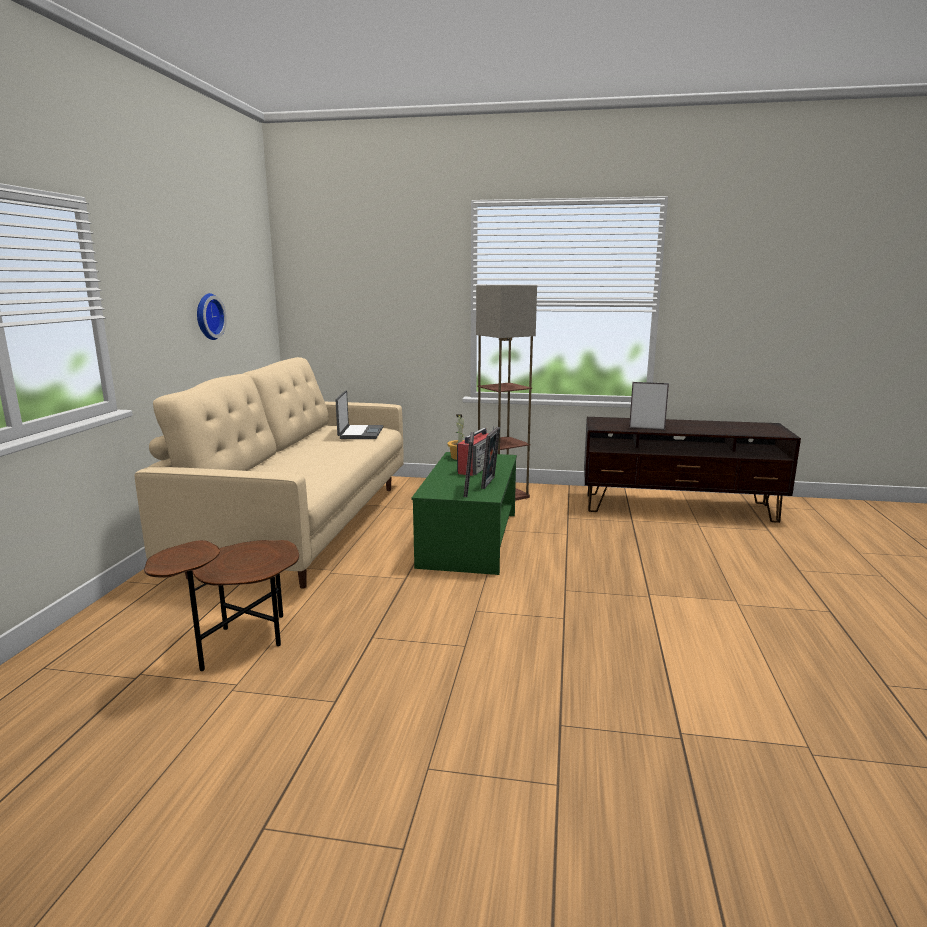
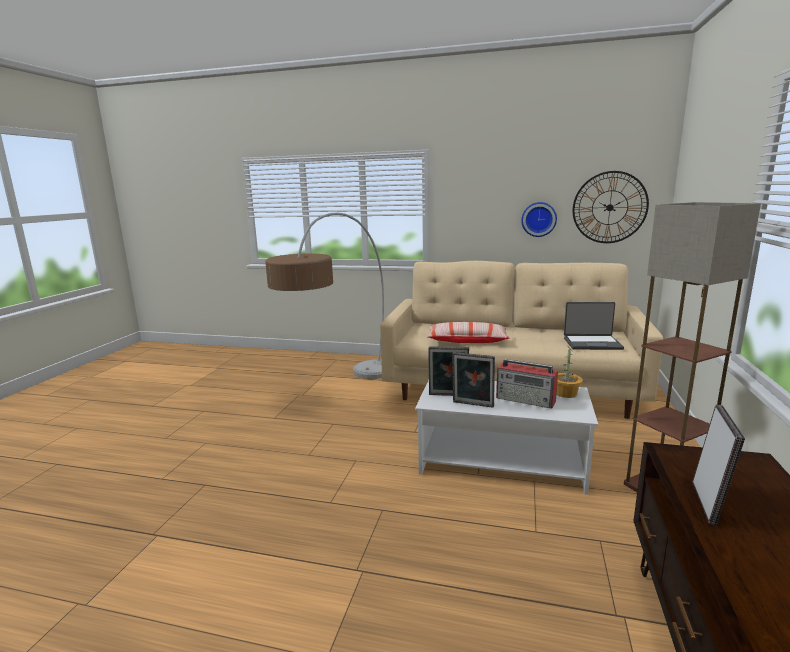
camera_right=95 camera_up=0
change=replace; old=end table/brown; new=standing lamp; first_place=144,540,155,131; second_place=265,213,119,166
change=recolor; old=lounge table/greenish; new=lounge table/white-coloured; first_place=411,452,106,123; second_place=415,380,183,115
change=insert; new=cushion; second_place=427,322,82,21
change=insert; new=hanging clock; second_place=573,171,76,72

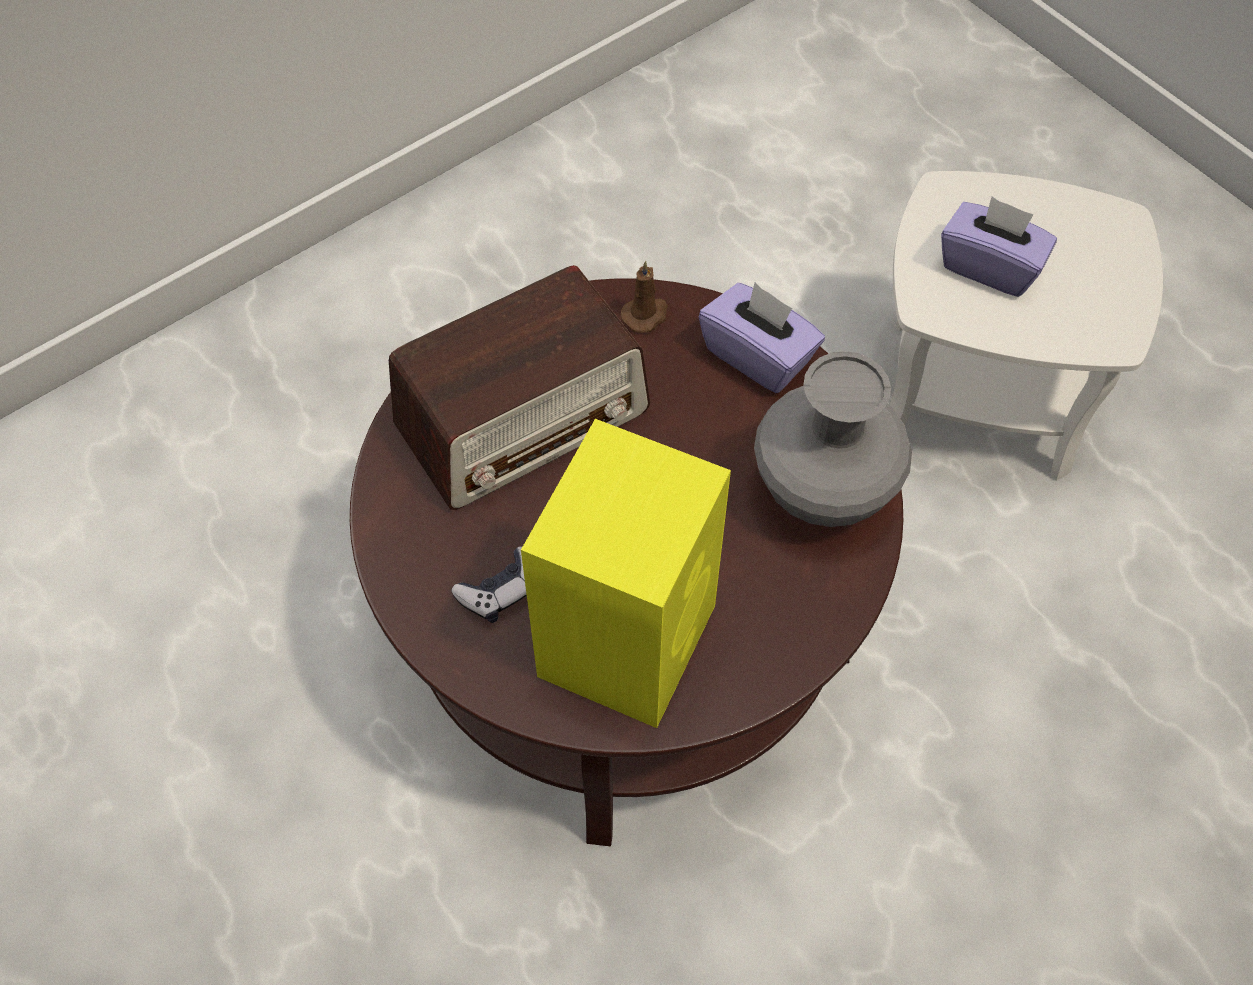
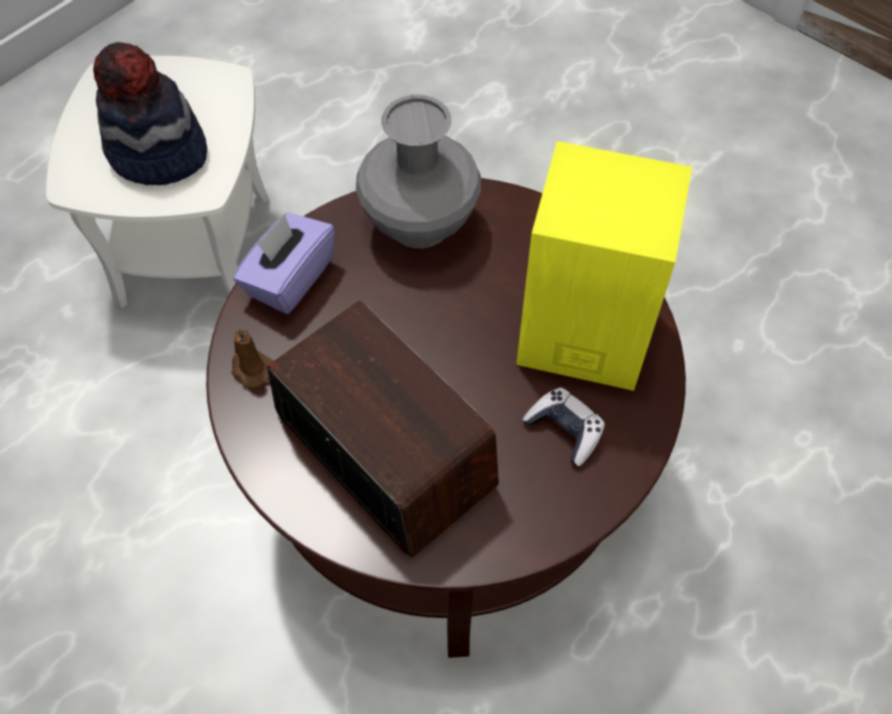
camera_right=-100 camera_up=0
change=replace; old=tissue holder/purple; new=clothing hat; first_place=941,196,116,101; second_place=93,42,114,143

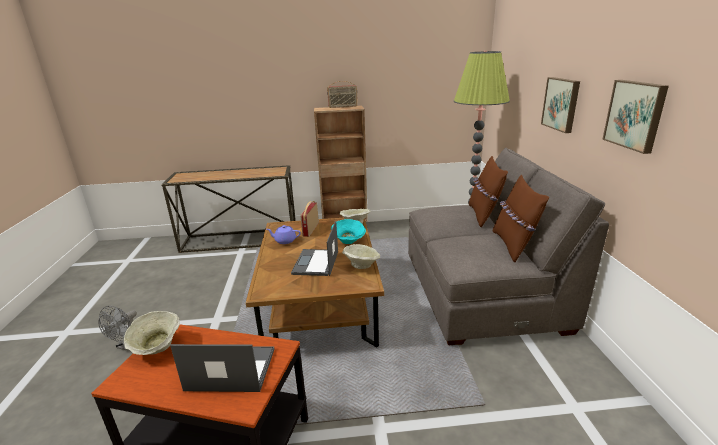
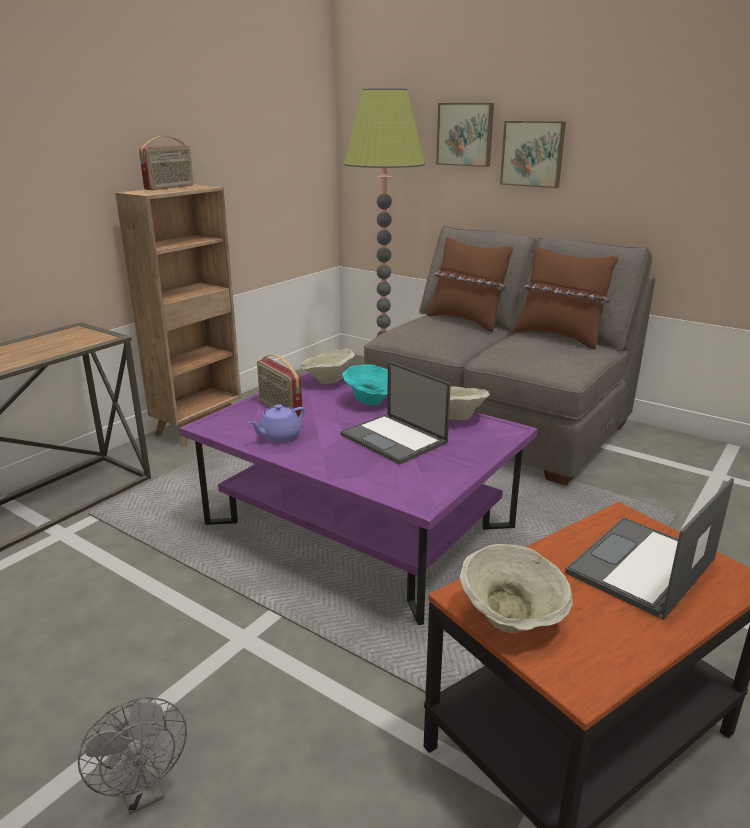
camera_right=-50 camera_up=0
change=recolor; old=lounge table/brown; new=lounge table/purple; first_place=246,218,138,129; second_place=179,372,359,253
change=move; old=wall art; first_place=602,80,67,74; second_place=436,103,58,64

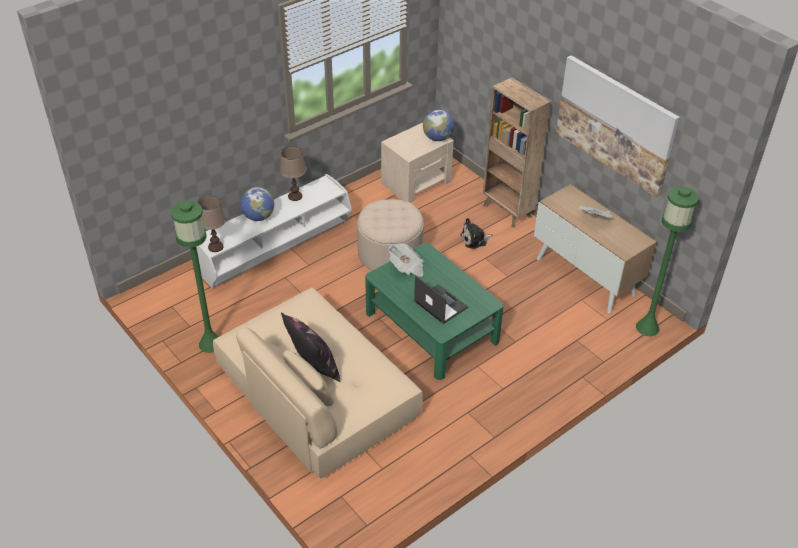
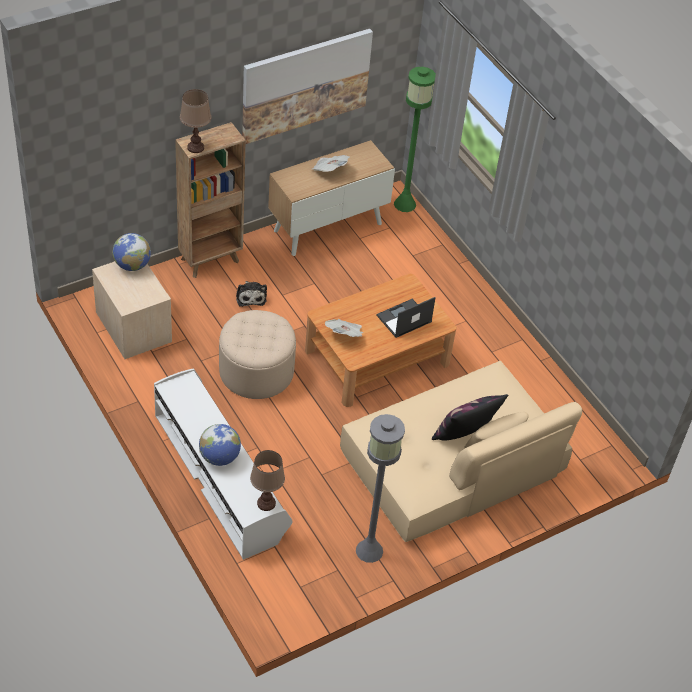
camera_right=-85 camera_up=5
change=recolor; old=standing lamp/greenish; new=standing lamp/gray; first_place=171,201,48,152; second_place=356,414,49,149
change=move; old=table lamp/brown; first_place=280,146,26,55; second_place=180,89,31,64
change=recolor; old=lounge table/greenish; new=lounge table/brown; first_place=365,243,139,137; second_place=305,274,152,133

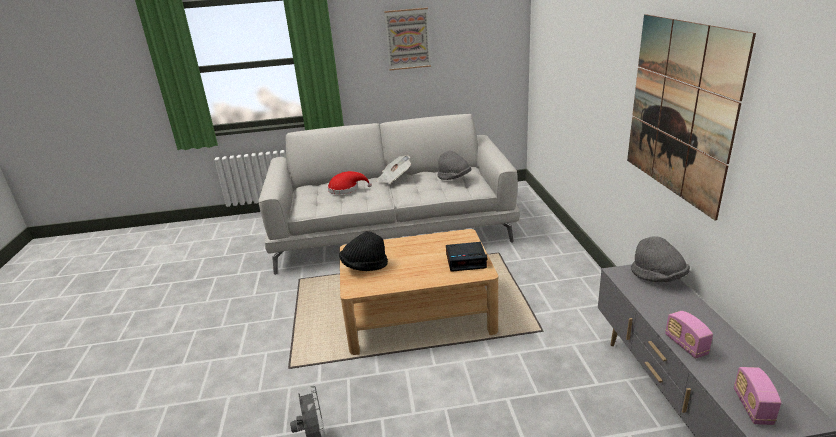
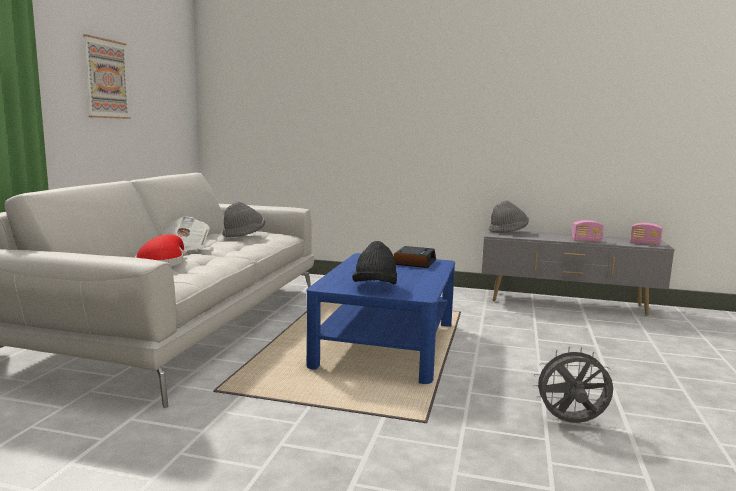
camera_right=-70 camera_up=-15
change=recolor; old=lounge table/sand-coloured; new=lounge table/bluish; first_place=340,229,158,126; second_place=307,253,148,131
change=delete; old=wall art; first_place=627,14,129,207

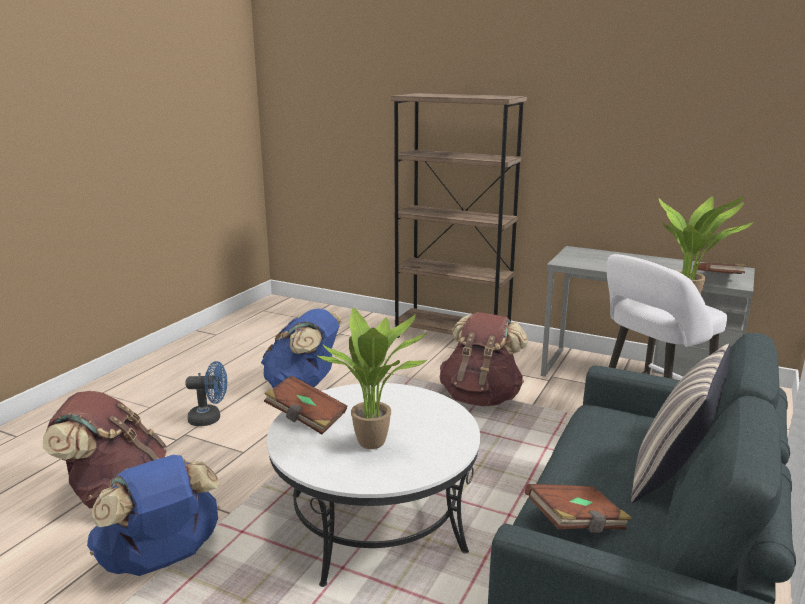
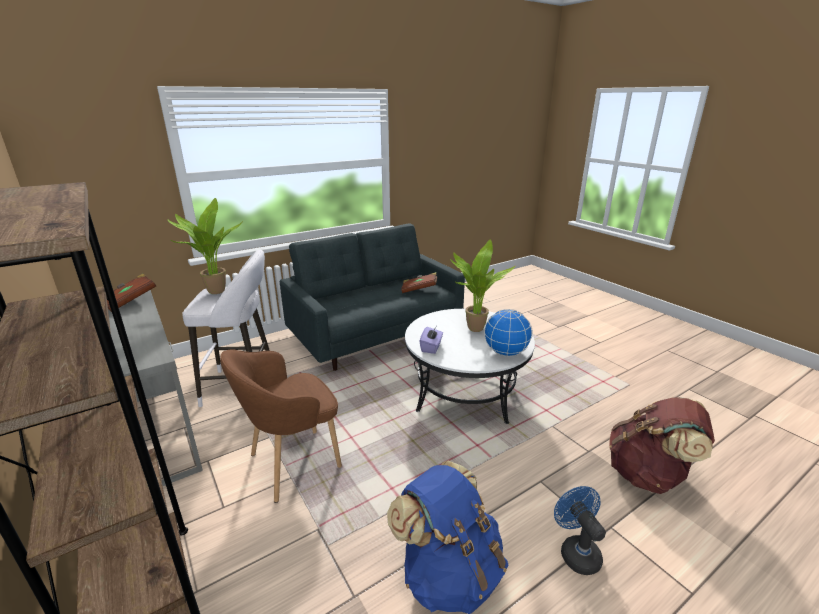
camera_right=-150 camera_up=5
change=delete; old=knapsack/bluish; first_place=87,455,133,121
change=rotate; old=cooling fan/bluish; first_place=185,361,42,65; second_place=554,486,52,89; degrees=45
change=replace; old=book/brown; new=world globe; first_place=264,375,83,59; second_place=484,309,49,47
change=replace; old=knapsack/brown; new=lounge chair/brown; first_place=440,312,88,94; second_place=220,350,122,153
change=delete; old=cushion; first_place=631,343,100,160
change=insert; new=tissue holder/purple; second_place=420,327,23,27

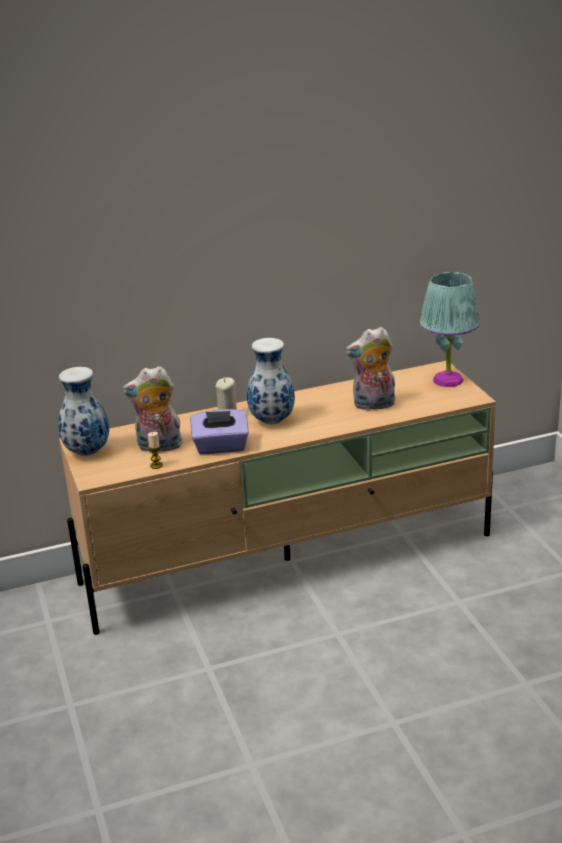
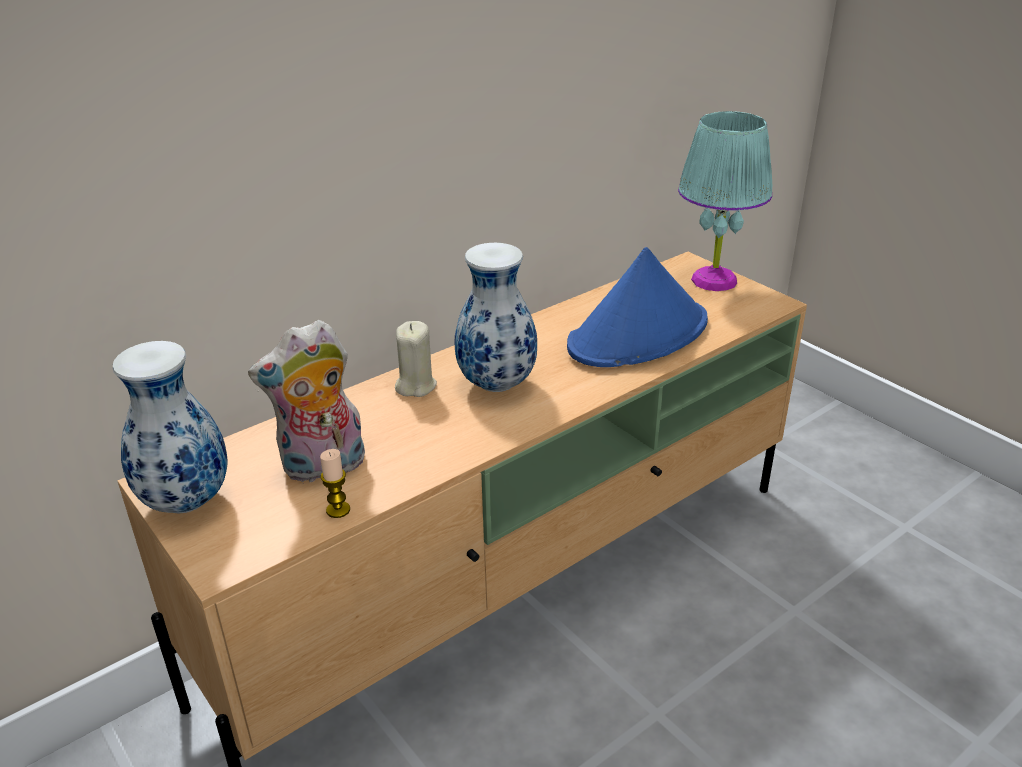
camera_right=-20 camera_up=5
change=delete; old=tissue holder/purple; first_place=190,409,59,45
change=replace; old=cuddly toy; new=clothing hat/bluish; first_place=345,327,50,84; second_place=567,247,141,120

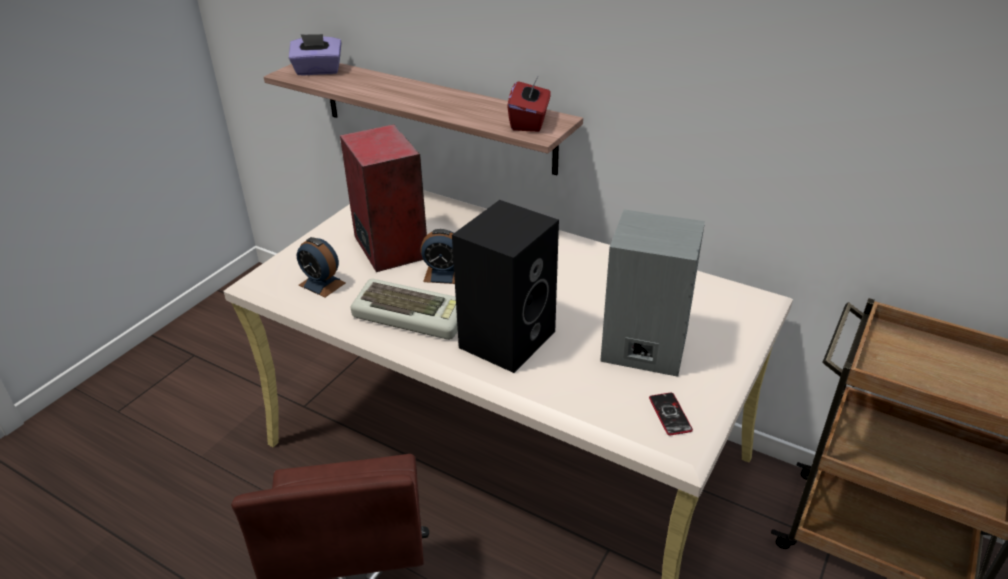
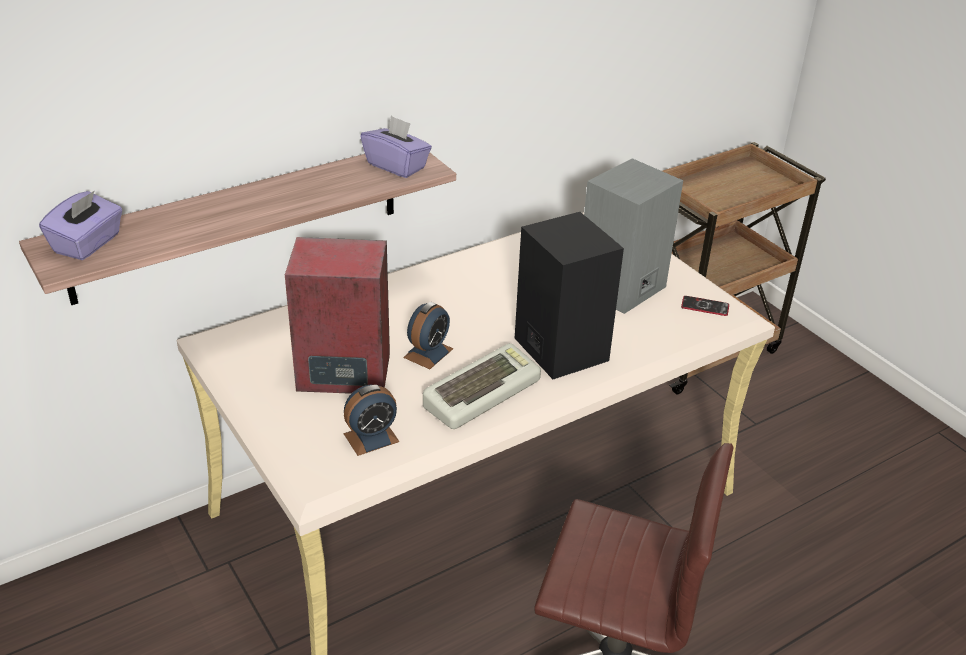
camera_right=-65 camera_up=0
change=recolor; old=tissue holder/reddish; new=tissue holder/purple; first_place=507,75,44,57; second_place=360,115,72,63

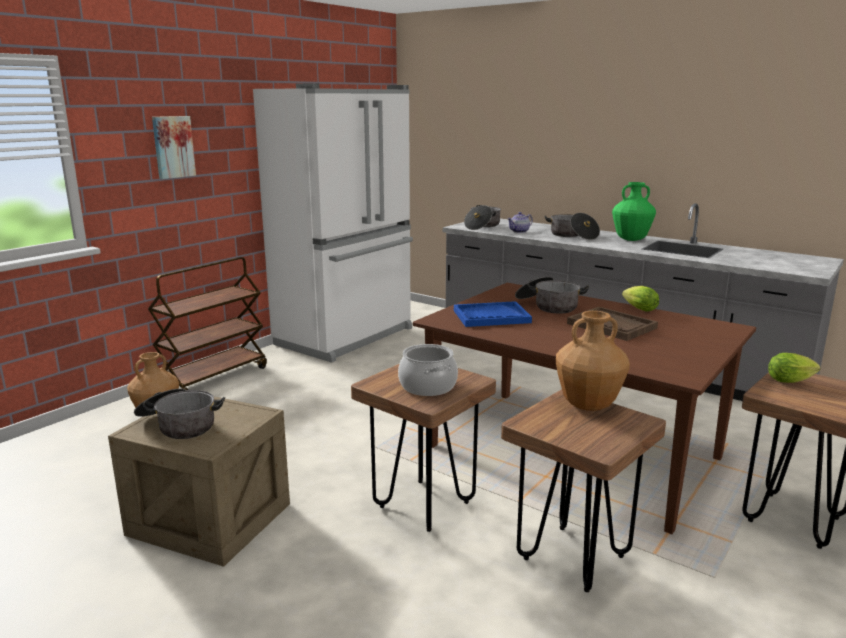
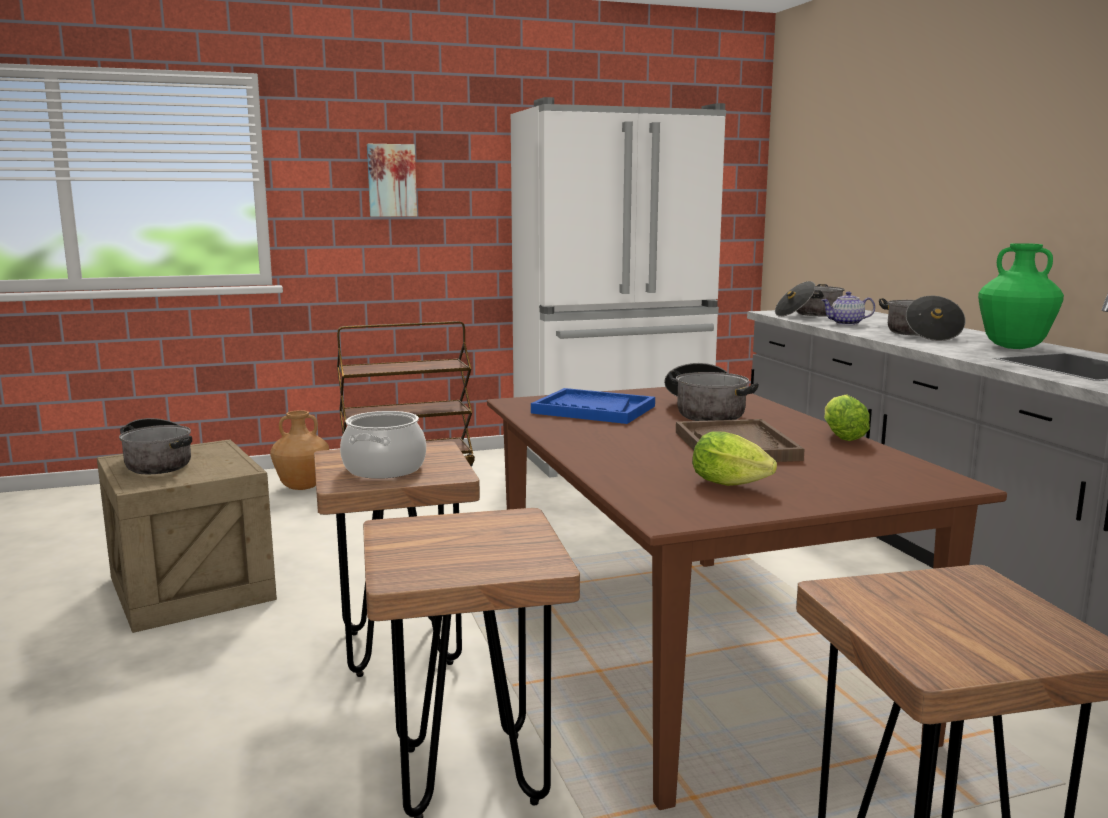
camera_right=35 camera_up=-5
change=delete; old=vase/brown; first_place=556,311,74,100
change=move; old=lettuce; first_place=768,353,52,30; second_place=692,432,85,54

